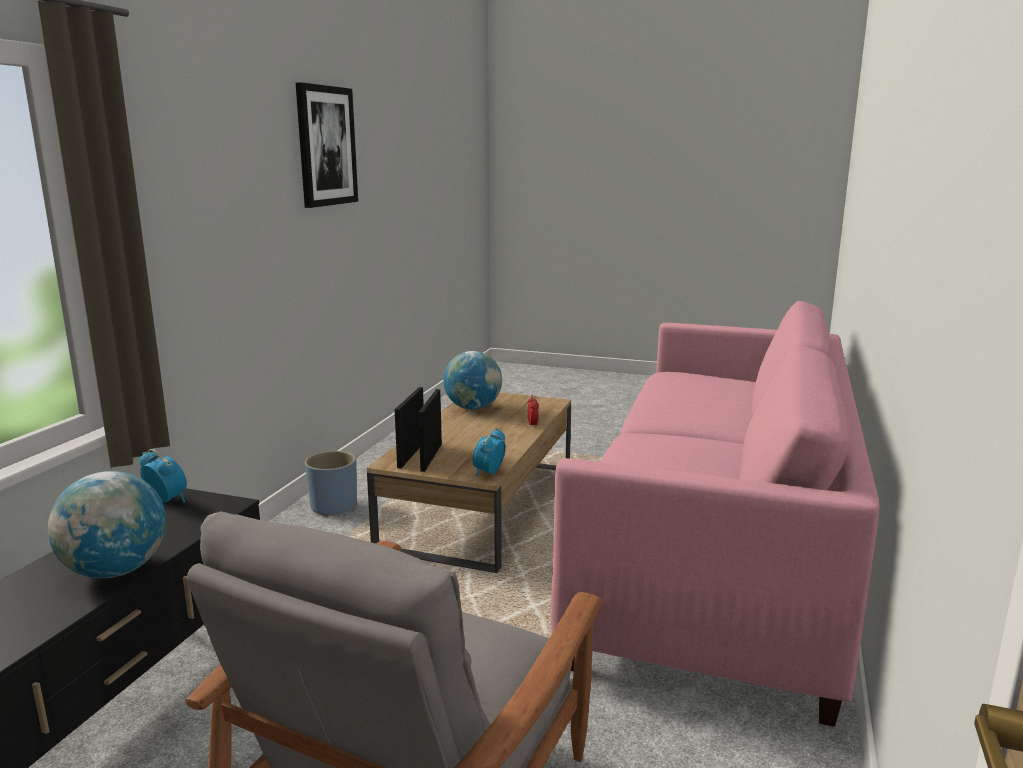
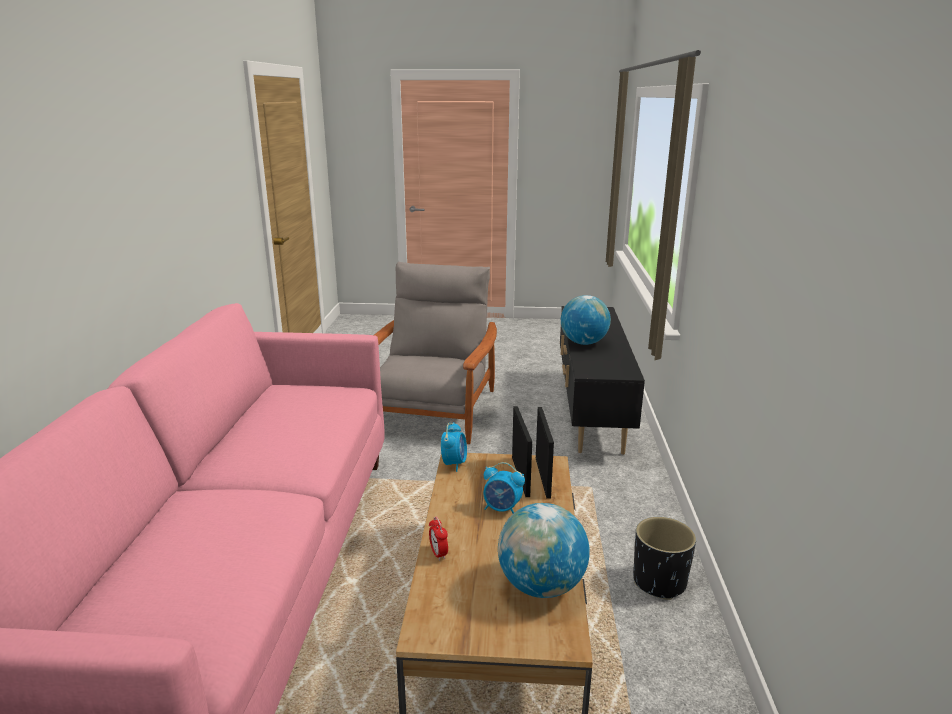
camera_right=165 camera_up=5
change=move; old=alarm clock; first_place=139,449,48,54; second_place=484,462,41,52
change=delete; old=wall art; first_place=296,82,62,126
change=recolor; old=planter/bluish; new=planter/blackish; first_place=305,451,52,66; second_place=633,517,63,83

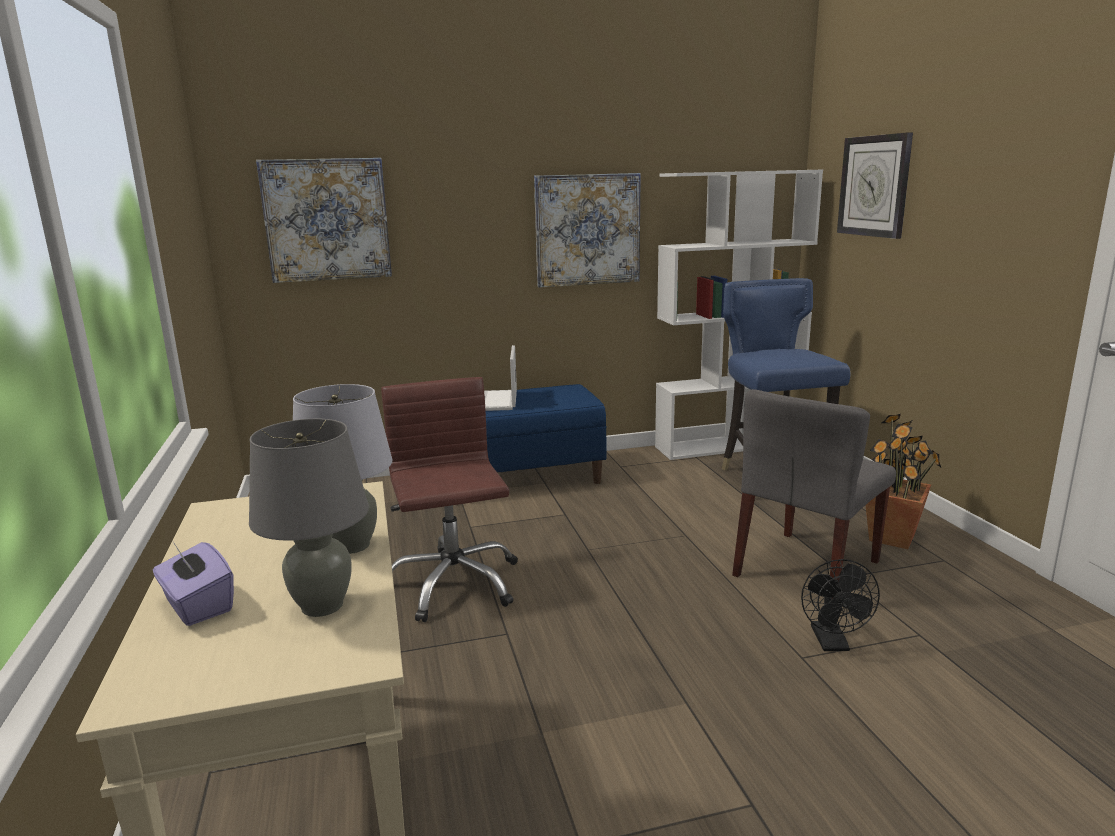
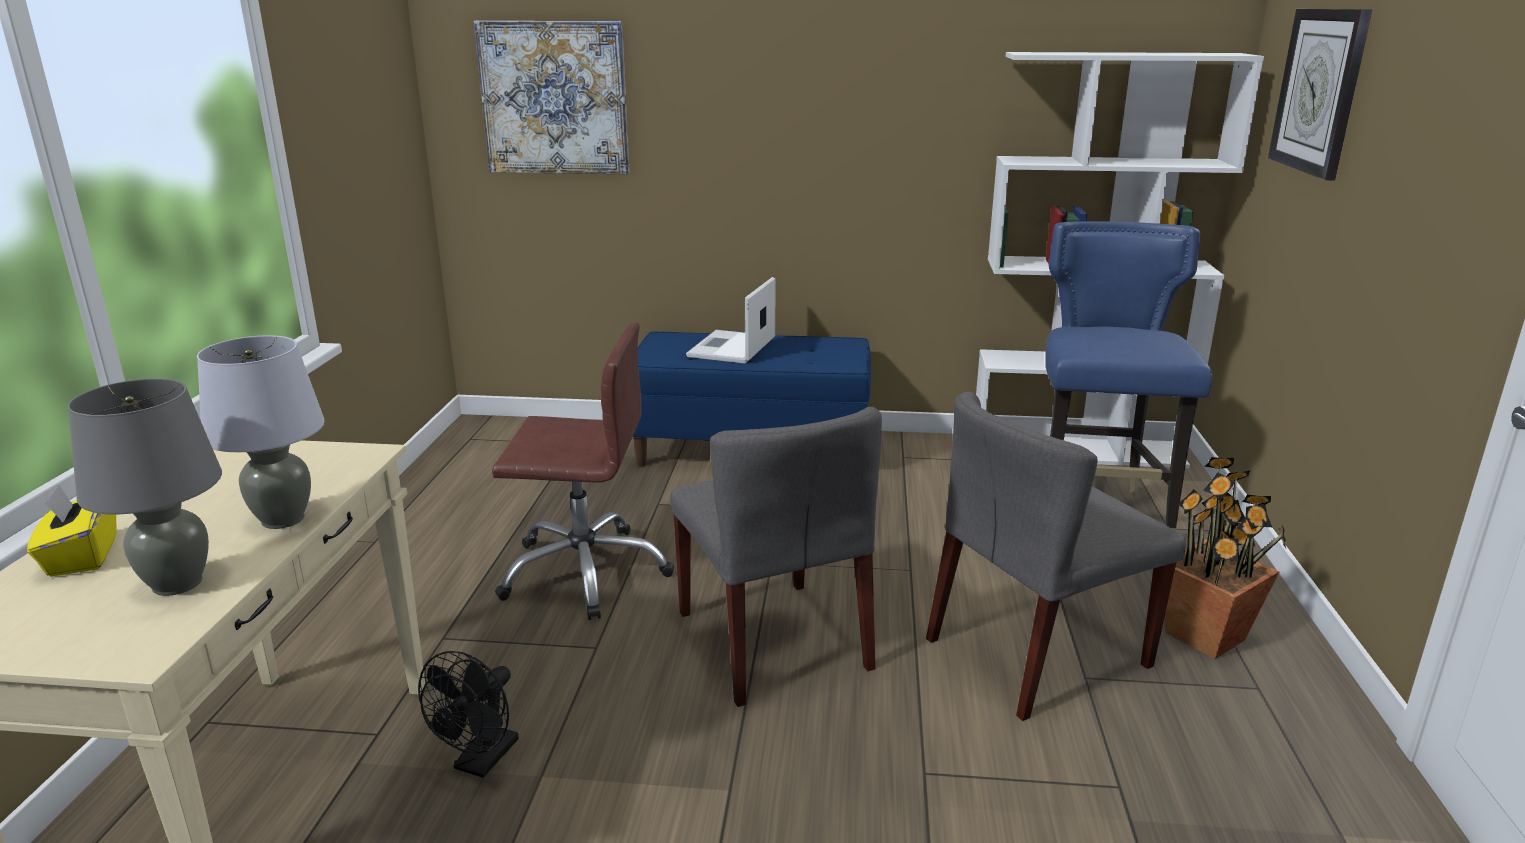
camera_right=20 camera_up=5
change=recolor; old=tissue holder/purple; new=tissue holder/yellow; first_place=153,542,81,84; second_place=27,485,90,92
change=rotate; old=computer chair/brown; first_place=381,377,137,245; second_place=492,322,182,298; degrees=90
change=delete; old=wall art; first_place=534,173,107,114
change=move; old=cooling fan/blackish; first_place=801,559,79,92; second_place=418,651,101,127
change=insert; new=plain chair/gray; second_place=670,407,212,300

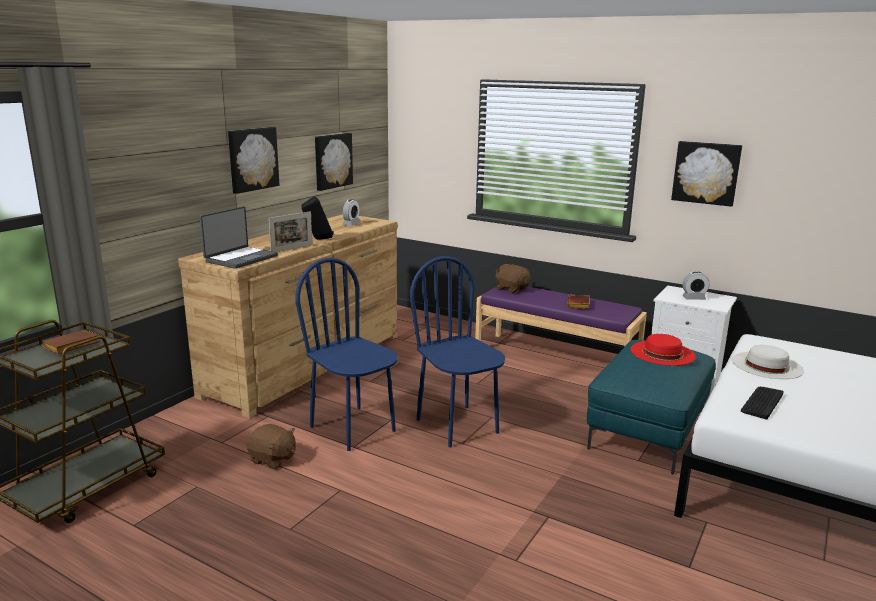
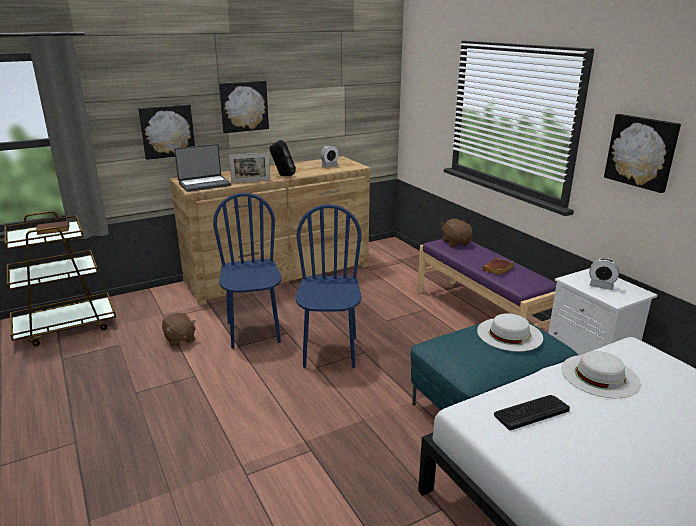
camera_right=30 camera_up=5
change=move; old=wall art; first_place=315,133,38,58; second_place=138,104,57,56
change=recolor; old=clothing hat/reddish; new=clothing hat/white-coloured; first_place=631,334,65,32; second_place=477,313,66,39

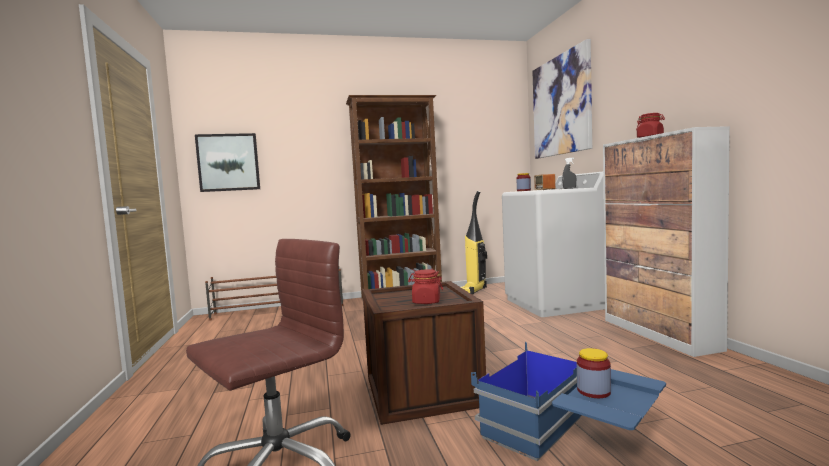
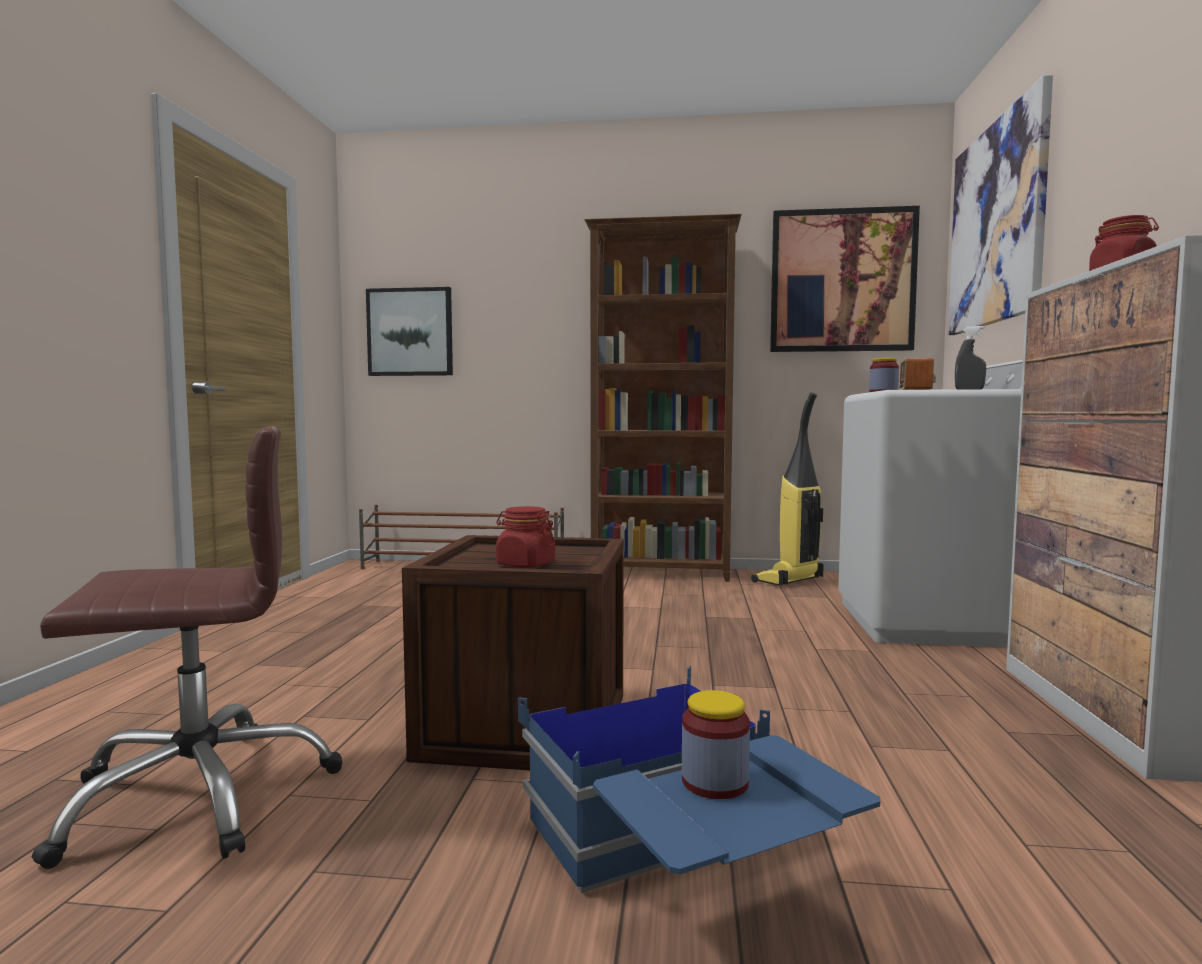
camera_right=20 camera_up=0
change=insert; new=wall art; second_place=770,206,150,146

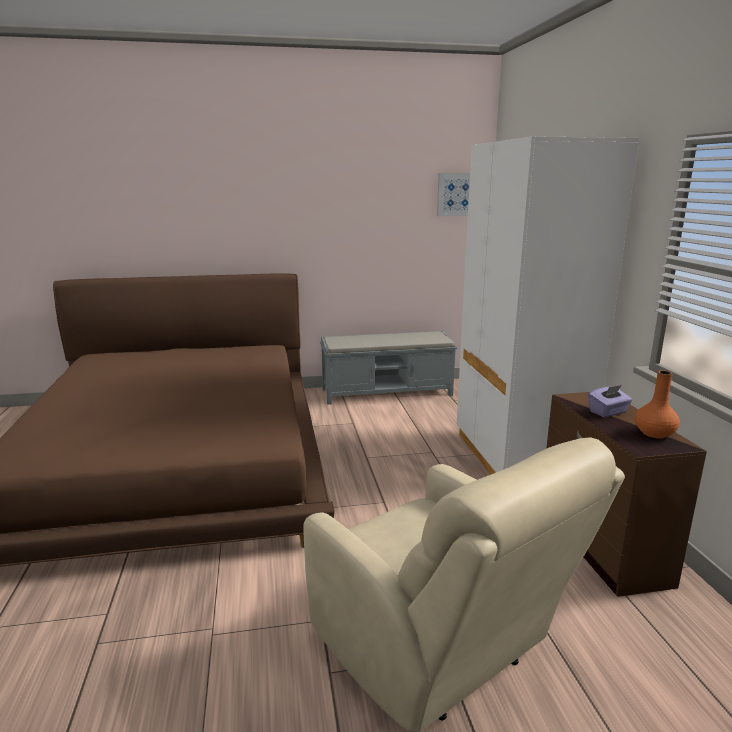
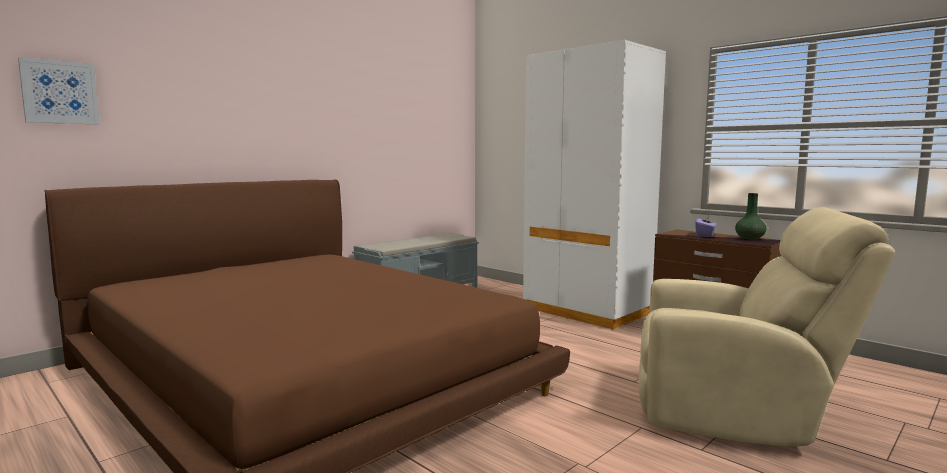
camera_right=-35 camera_up=-10
change=move; old=wall art; first_place=437,173,33,43; second_place=18,57,82,68
change=recolor; old=vase/orangey; new=vase/greenish; first_place=635,371,45,68; second_place=735,193,31,47

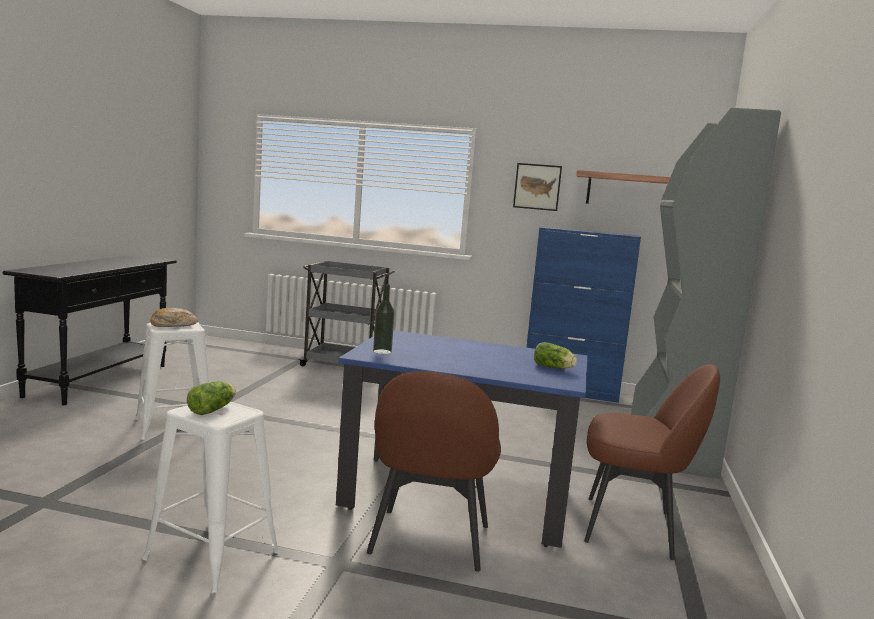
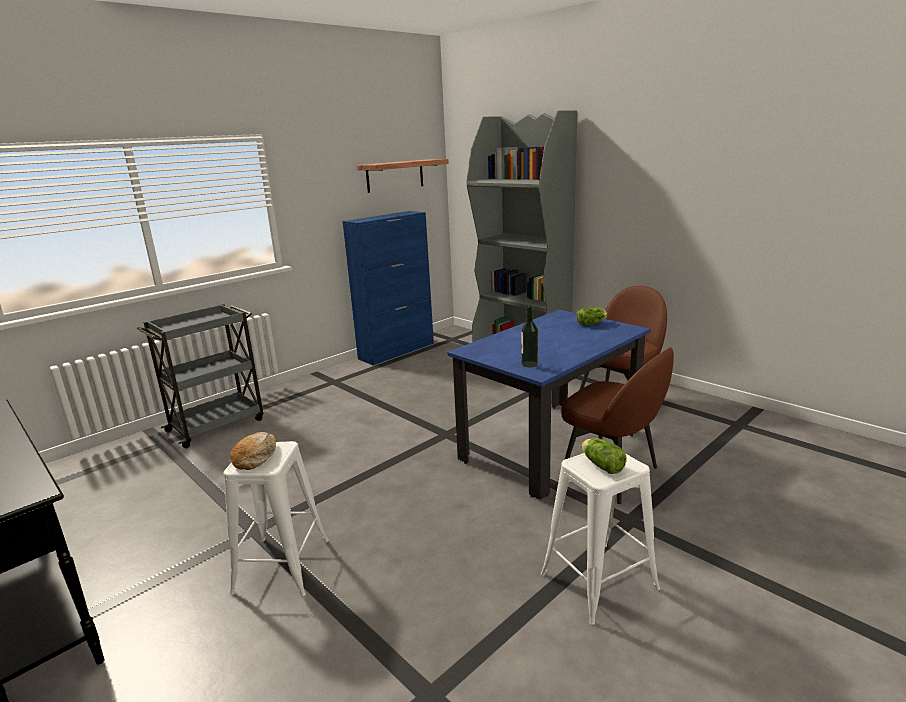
camera_right=-55 camera_up=10
change=delete; old=wall art; first_place=513,163,49,48

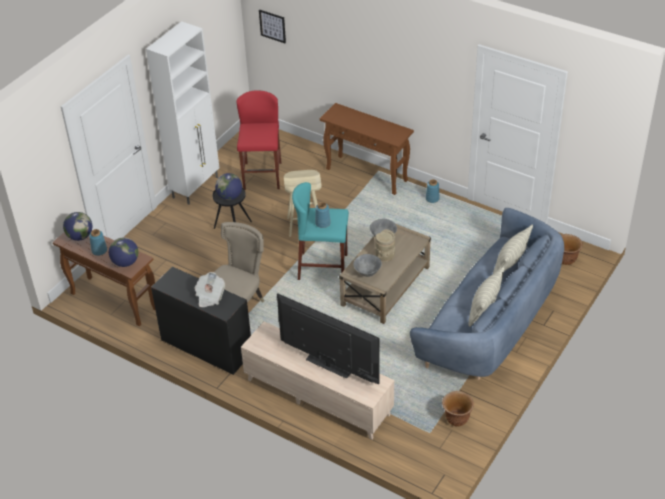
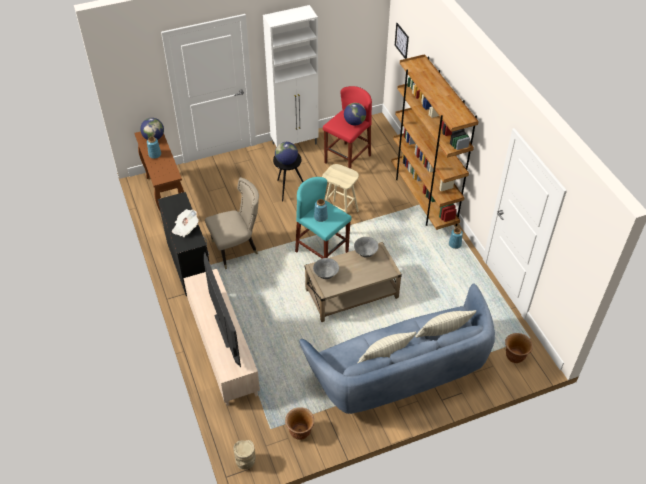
camera_right=35 camera_up=5
change=move; old=world globe; first_place=109,238,30,29; second_place=344,103,22,22
change=replace; old=hall table/brown; new=bookshelf/brown; first_place=320,103,94,92; second_place=391,54,88,176
change=move; old=vase/sand-coloured; first_place=375,229,20,33; second_place=234,440,22,30

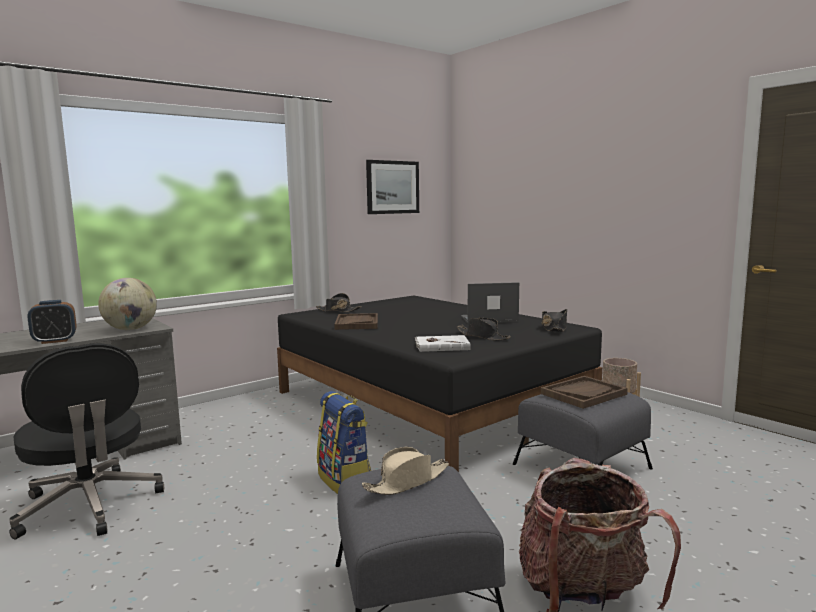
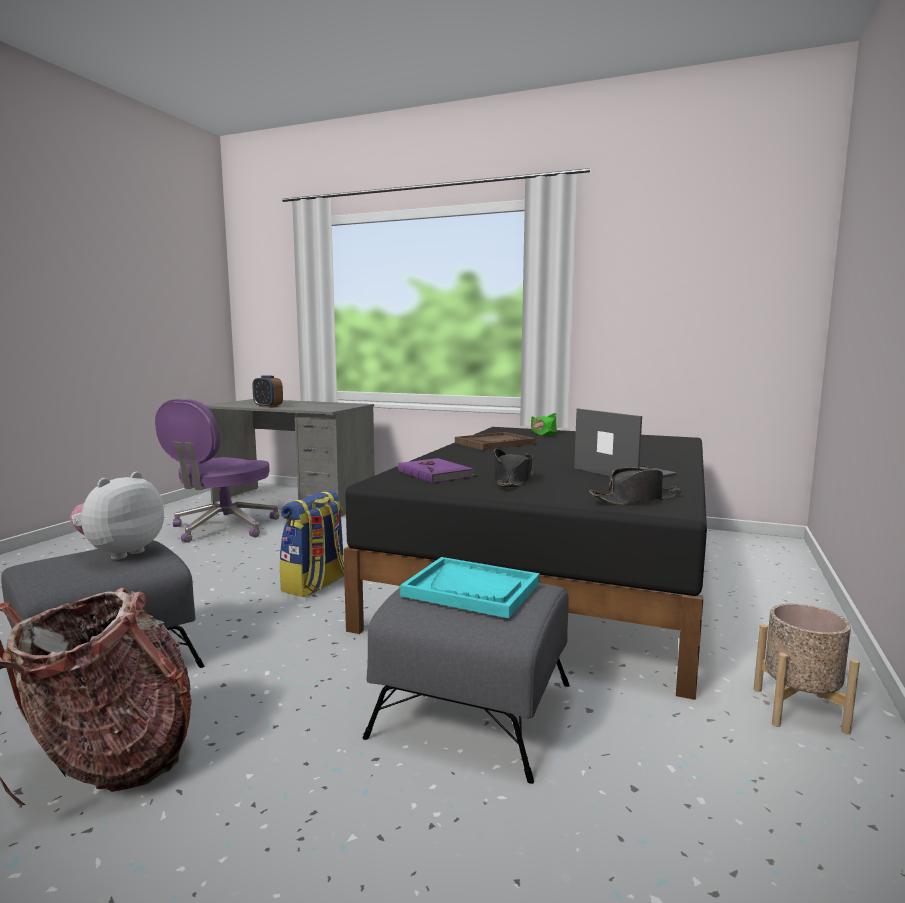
camera_right=60 camera_up=0
change=recolor; old=computer chair/blackish; new=computer chair/purple; first_place=9,343,155,196; second_place=155,399,124,144
change=delete; old=world globe; first_place=98,278,59,52
change=recolor; old=clothing hat/blackish; new=clothing hat/greenish; first_place=316,293,46,19; second_place=531,413,26,22
change=replace; old=clothing hat/sand-coloured; new=cuddly toy; first_place=362,447,87,48; second_place=70,472,94,88
change=delete; old=wall art; first_place=366,160,53,54
change=recolor; old=book/white-coloured; new=book/purple; first_place=415,335,55,17; second_place=398,458,77,25
change=recolor; old=serving tray/brown; new=serving tray/blue-green; first_place=541,376,87,33; second_place=400,557,140,61

